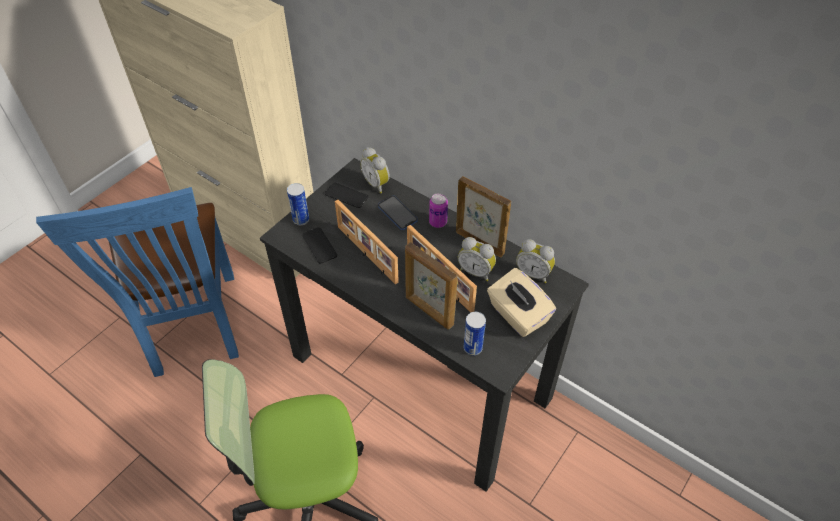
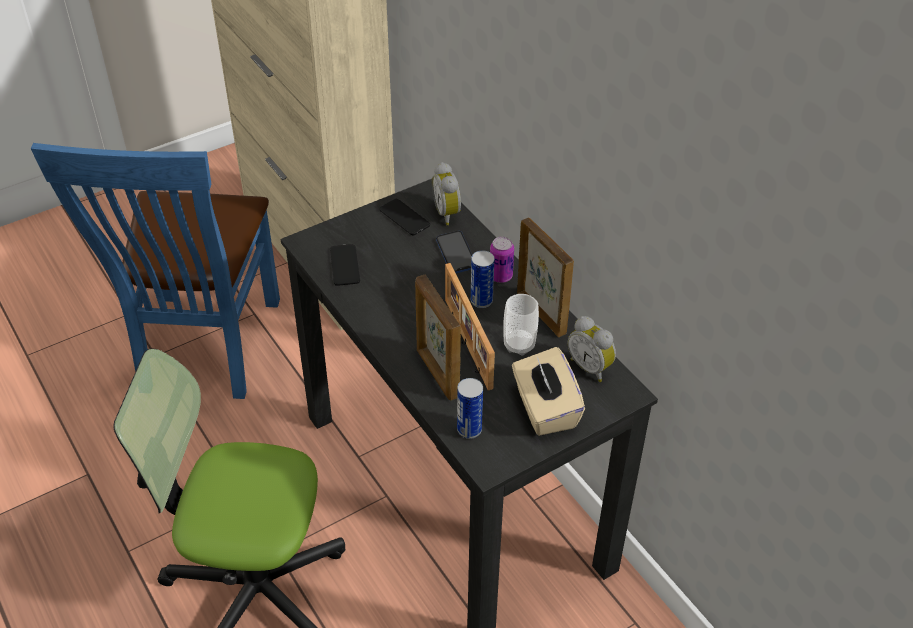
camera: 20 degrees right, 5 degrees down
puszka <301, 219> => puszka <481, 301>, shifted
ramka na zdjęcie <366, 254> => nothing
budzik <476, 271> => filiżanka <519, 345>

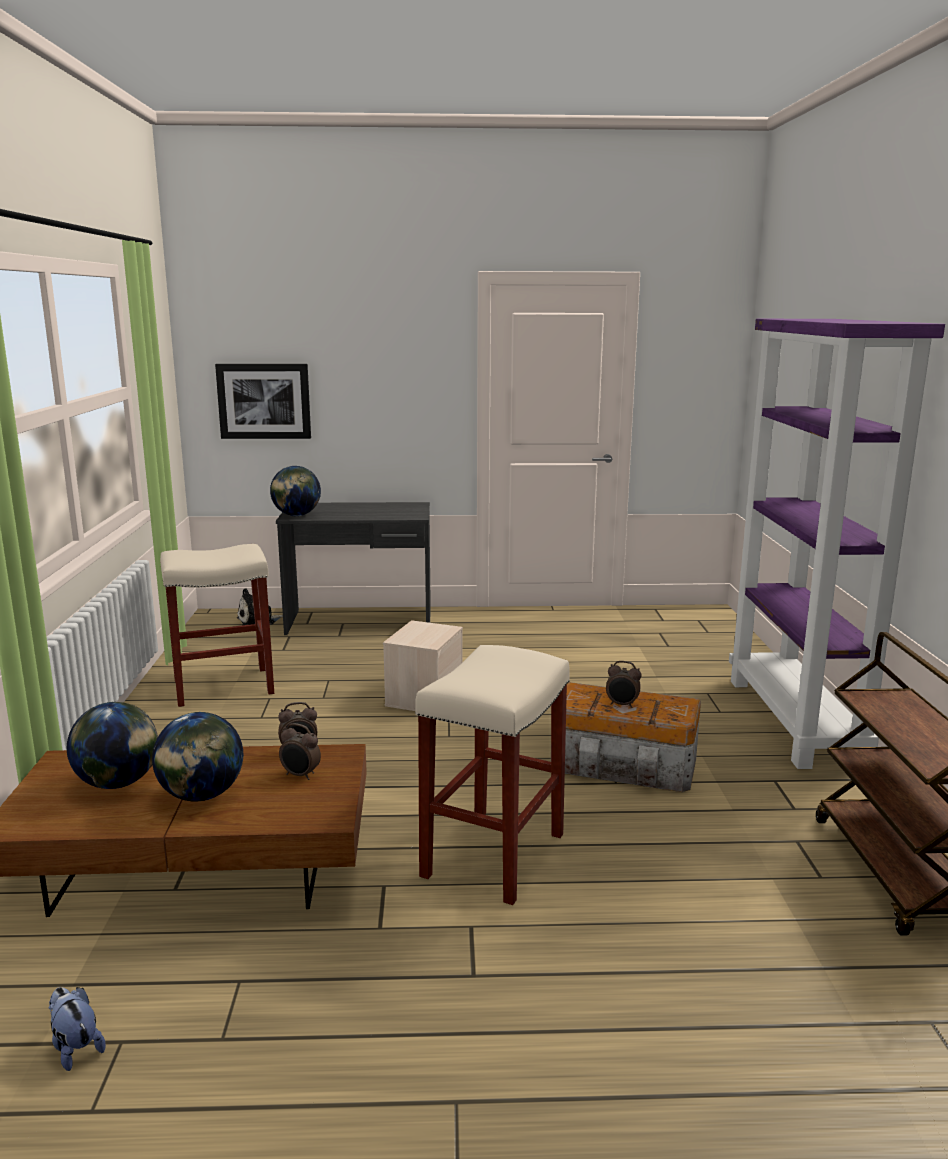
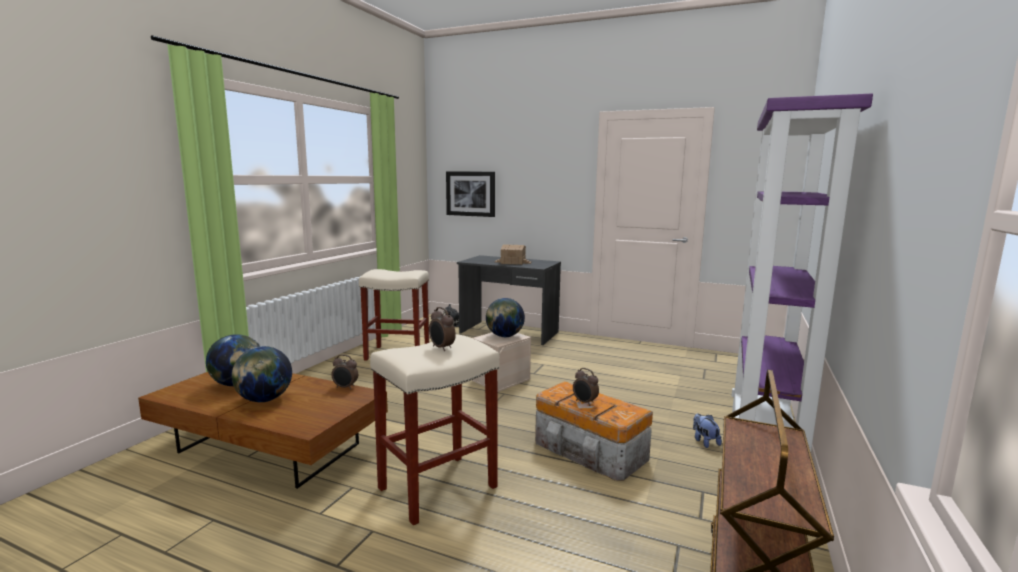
camera: 25 degrees right, 5 degrees down
globus <296, 515> => globus <504, 336>, shifted
budzik <300, 775> => budzik <441, 348>, shifted
pluszak <75, 1047> => pluszak <704, 441>, shifted
nothing => domek <513, 262>

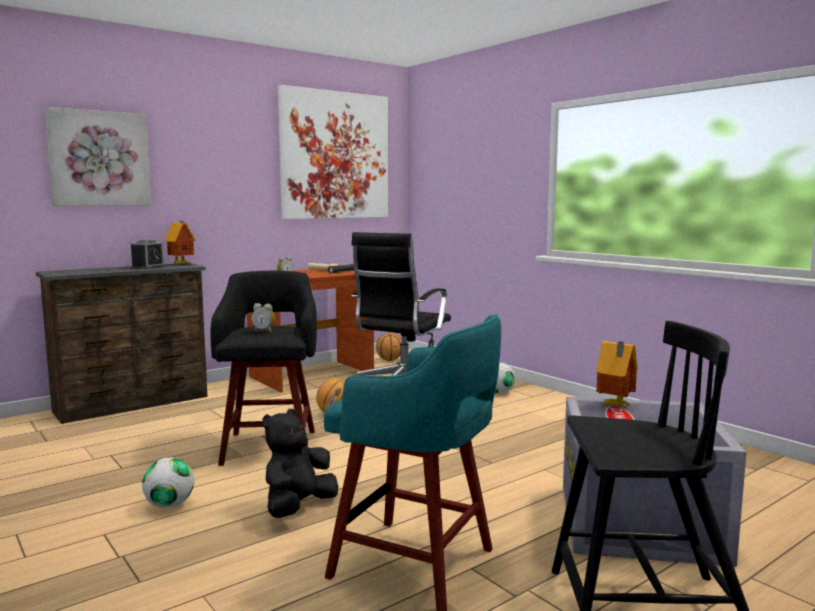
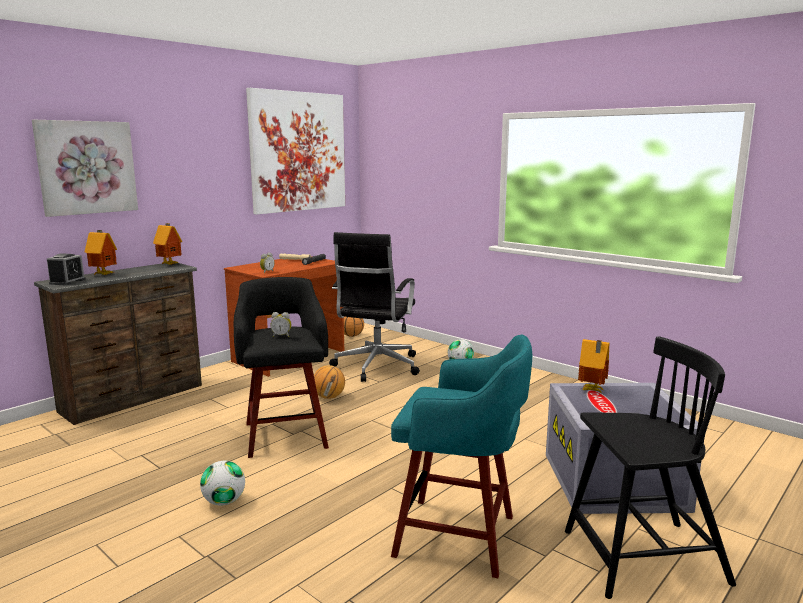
camera: 10 degrees left, 5 degrees up
budzik <148, 267> => budzik <67, 281>, shifted
pluszak (czarny) <298, 507> => nothing
nothing => domek <104, 274>

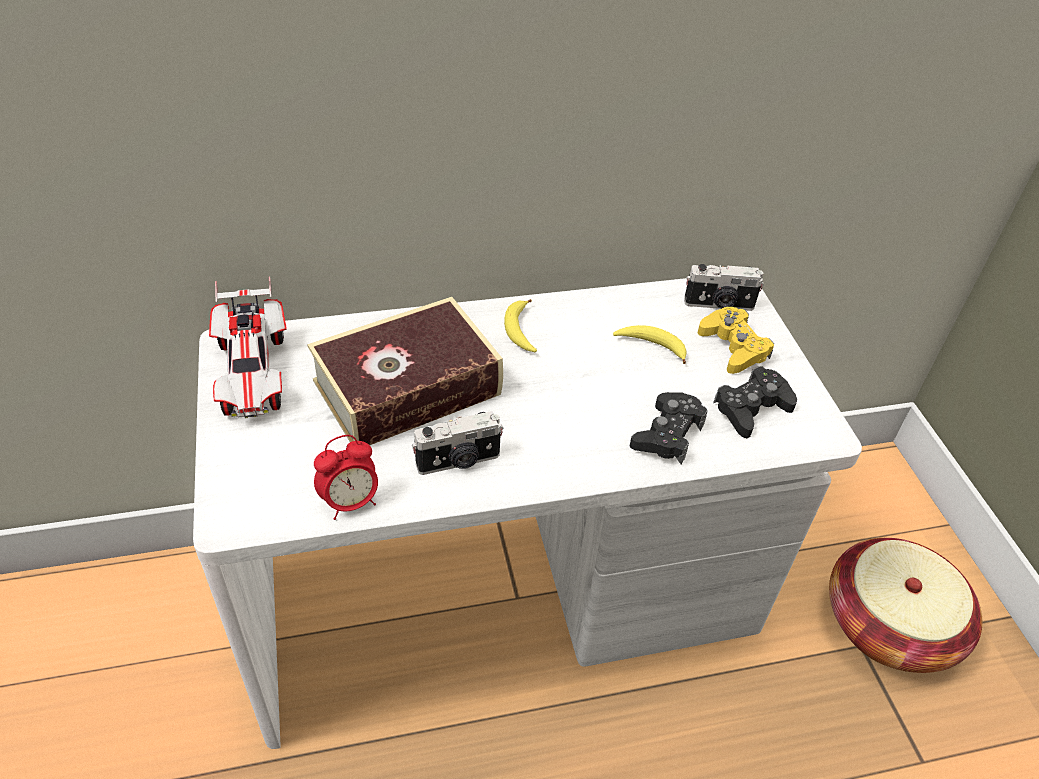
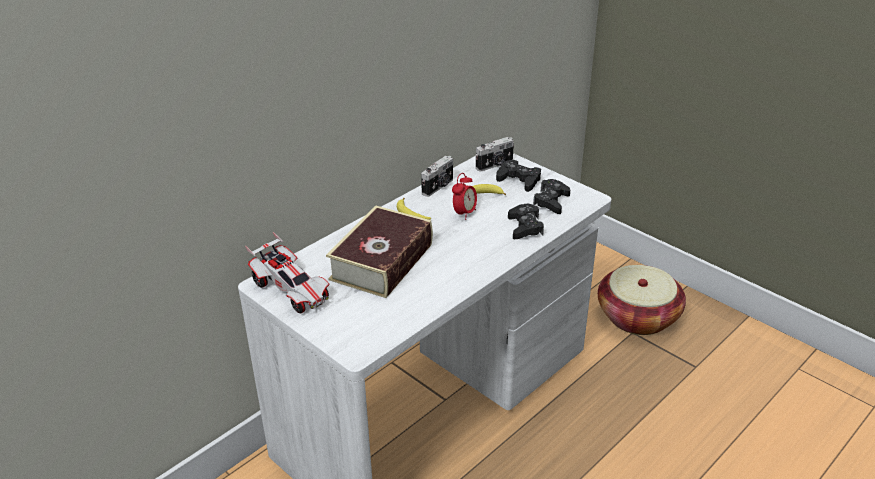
camera: 30 degrees left, 10 degrees down
pad do gier (żółty) <733, 347> => pad do gier (czarny) <519, 180>
aparat fotograficzny <459, 462> => aparat fotograficzny <438, 187>, shifted
budzik <350, 502> => budzik <464, 213>, shifted

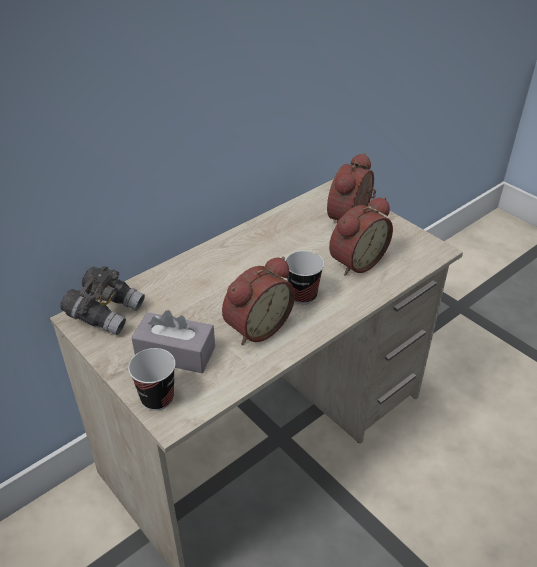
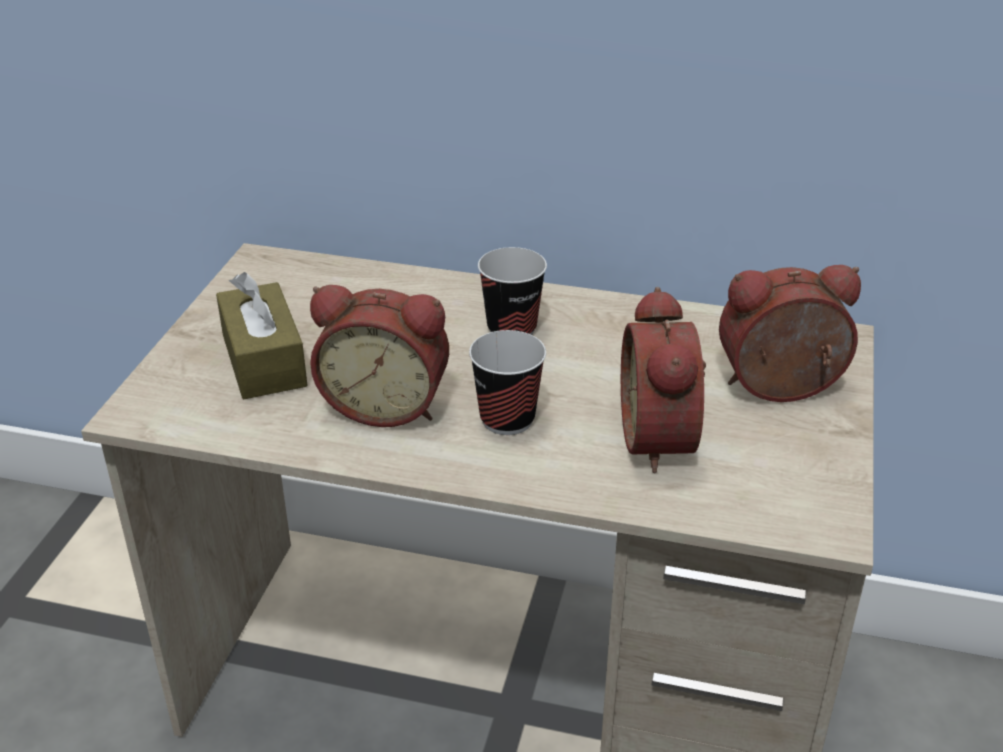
camera: 55 degrees right, 5 degrees down
budzik <355, 261> => budzik <664, 439>, 75 degrees clockwise
lornetka (szary) <106, 312> => nothing
pudełko chusteczek (szary) <175, 353> => pudełko chusteczek (brązowy) <264, 360>
filiżanka <157, 398> => filiżanka <511, 328>, shifted

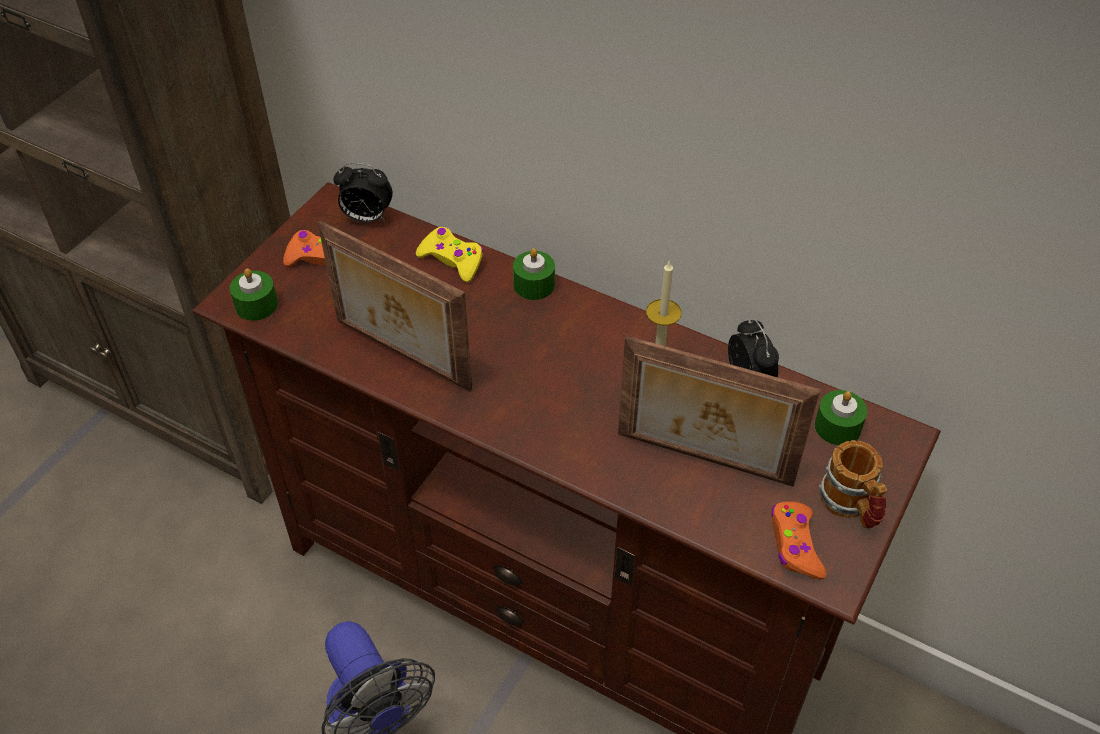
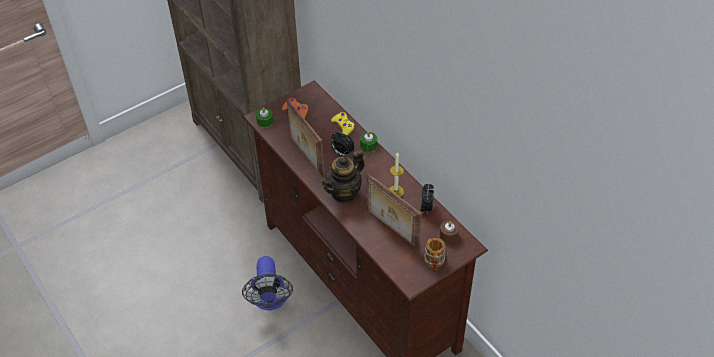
camera: 25 degrees right, 0 degrees up
budzik <366, 218> => budzik <342, 153>, shifted
świeca (zielony) <837, 427> => świeca (brązowy) <448, 235>
pad do gier (pomarańczowy) <795, 545> => nothing
nothing => imbryk <344, 192>

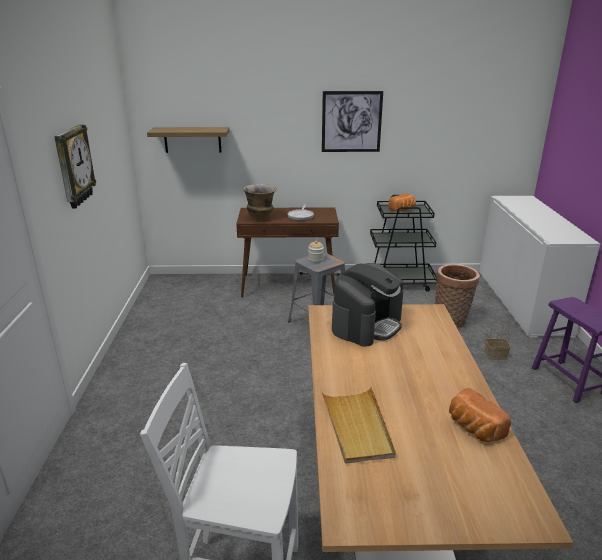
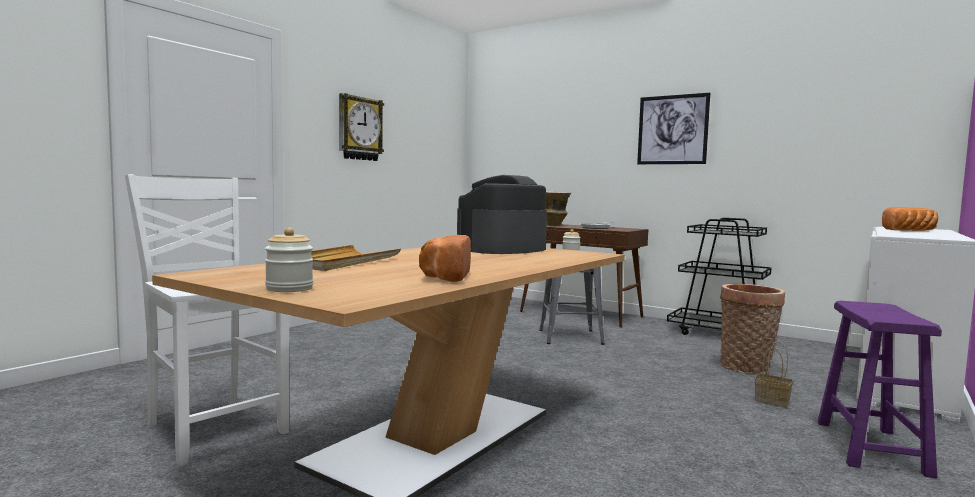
camera: 35 degrees right, 20 degrees down
półka <192, 139> => nothing
chleb <403, 210> => chleb <911, 231>, shifted
ekspres do kawy <367, 325> => ekspres do kawy <502, 249>, 150 degrees clockwise
nothing => słoik <289, 289>

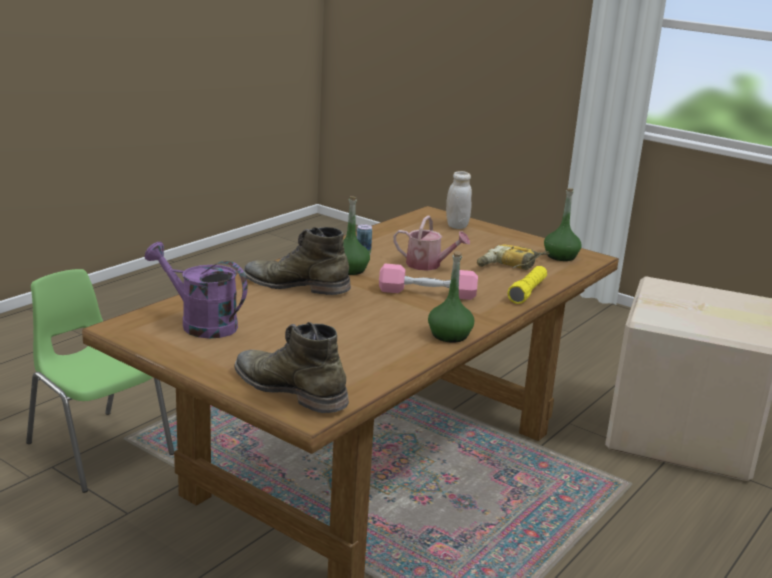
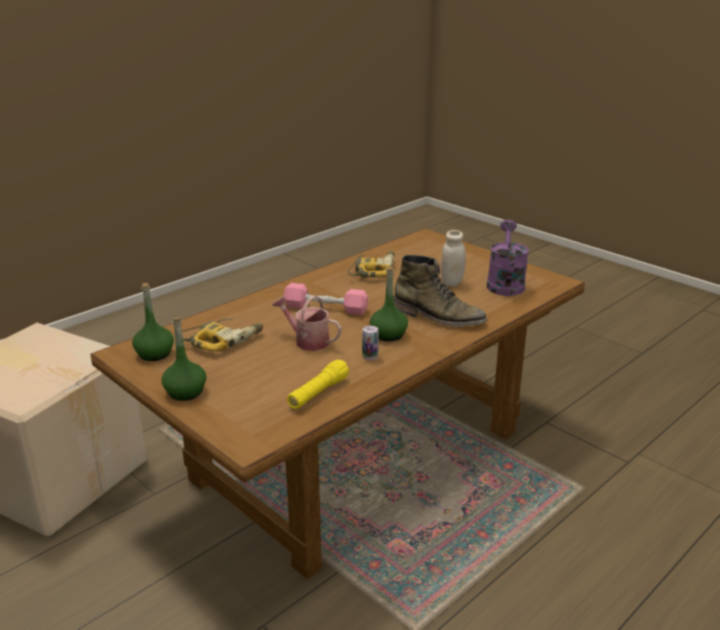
camera: 170 degrees left, 5 degrees up
słoik (biały) <457, 226> => słoik (biały) <451, 282>, shifted
konewka (fioletowy) <200, 324> => konewka (fioletowy) <505, 283>, 120 degrees counterclockwise
butelka (zielony) <450, 335> => butelka (zielony) <185, 392>, shifted
latarka (żółty) <527, 292> => latarka (żółty) <318, 393>, shifted
krzesło (zielony) <98, 448> => nothing
but z cholewką (zielony) <290, 389> => nothing
nothing => wiertarka <373, 270>

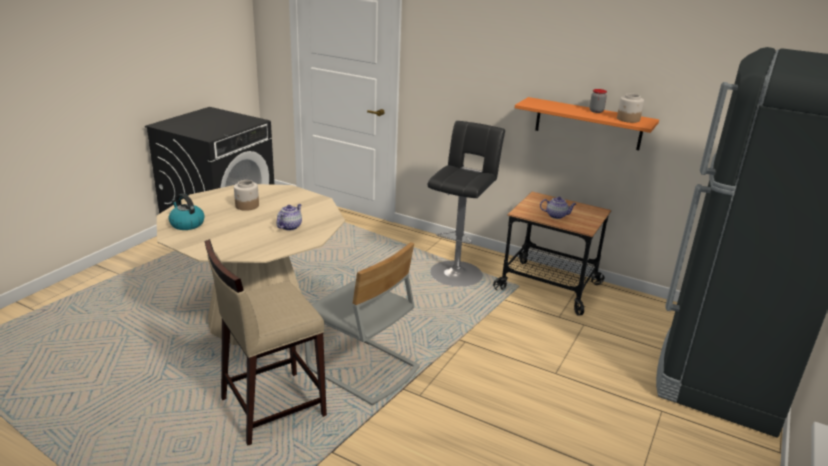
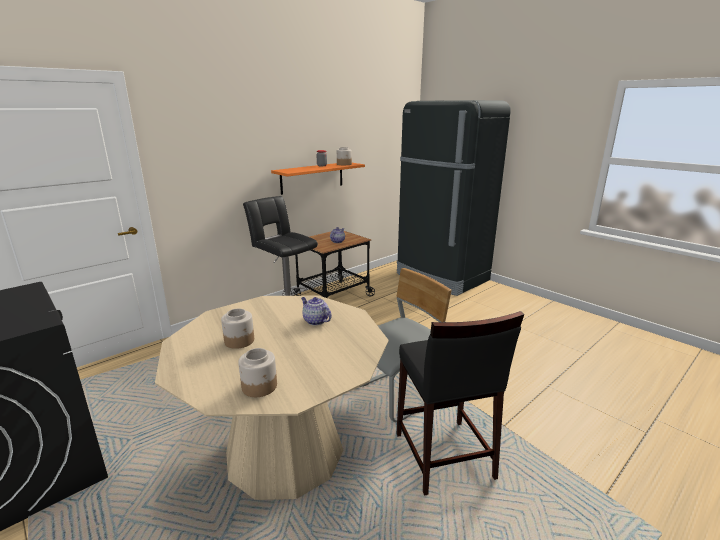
camera: 70 degrees left, 5 degrees down
czajnik <186, 224> => słoik <260, 386>
stołek (beżowy) <271, 407> => stołek (czarny) <443, 456>

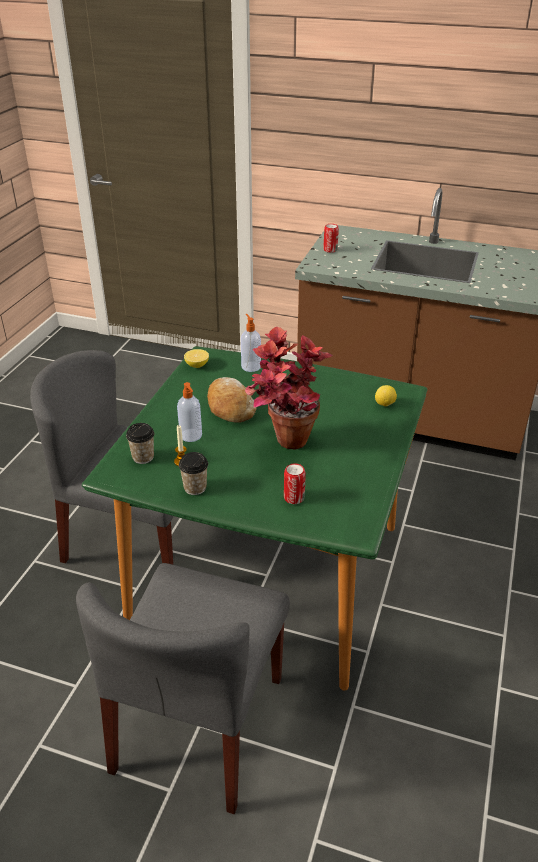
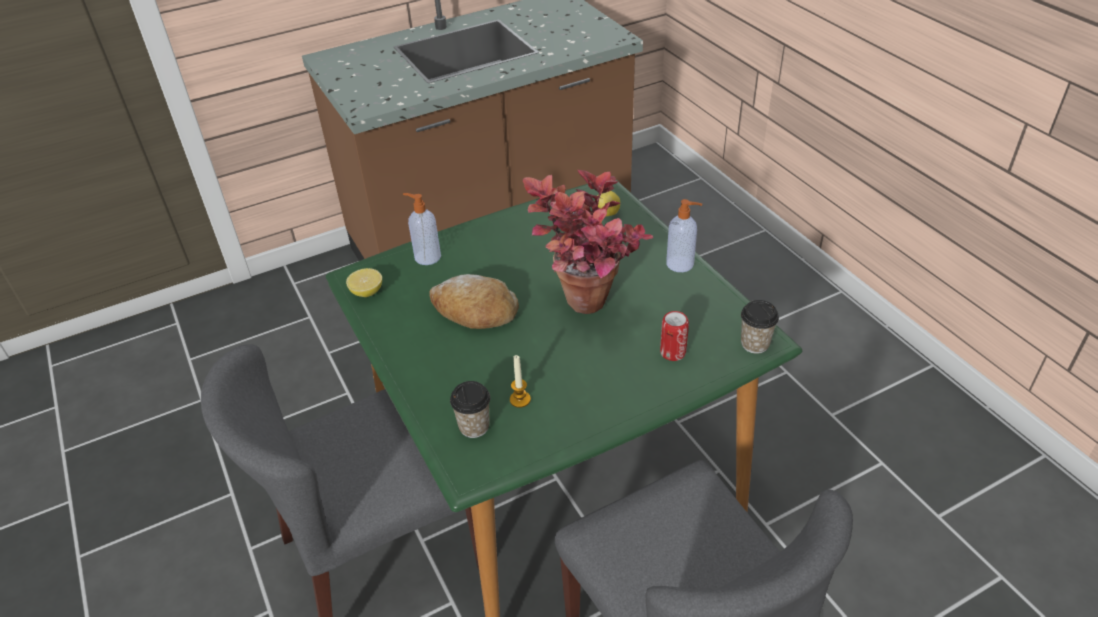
camera: 45 degrees left, 5 degrees up
puszka <330, 250> => nothing
dozownik mydła <191, 436> => dozownik mydła <681, 264>, shifted
filiżanka <195, 488> => filiżanka <755, 344>, shifted

